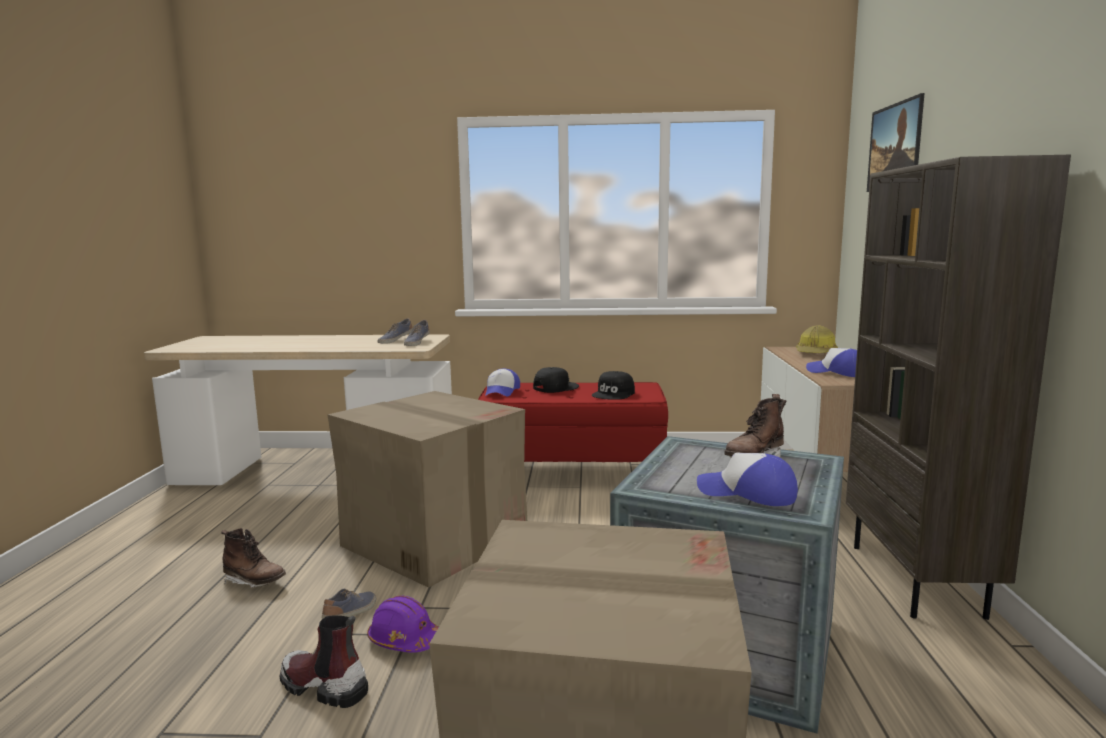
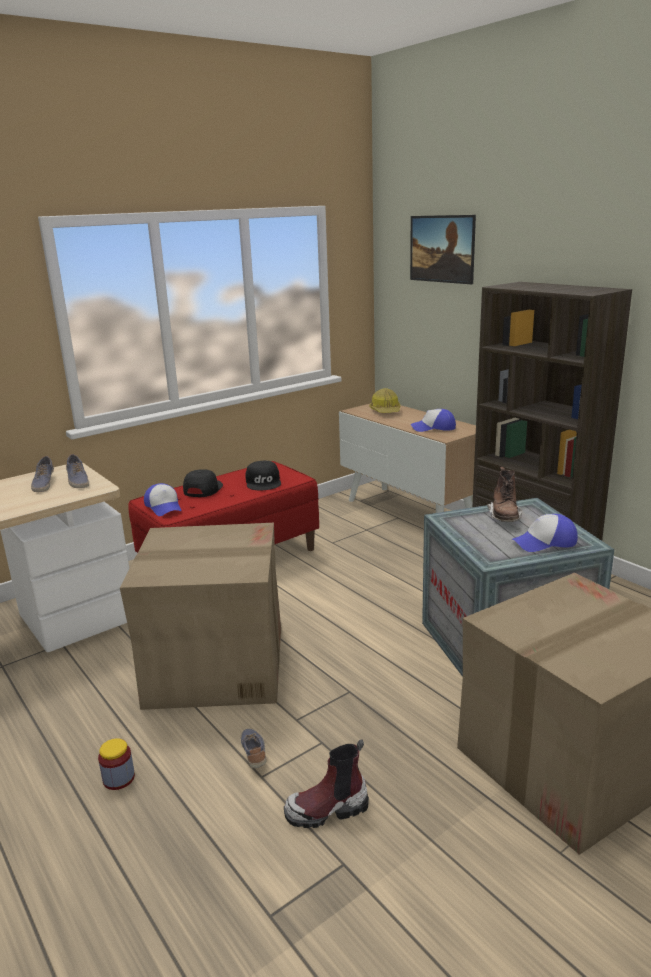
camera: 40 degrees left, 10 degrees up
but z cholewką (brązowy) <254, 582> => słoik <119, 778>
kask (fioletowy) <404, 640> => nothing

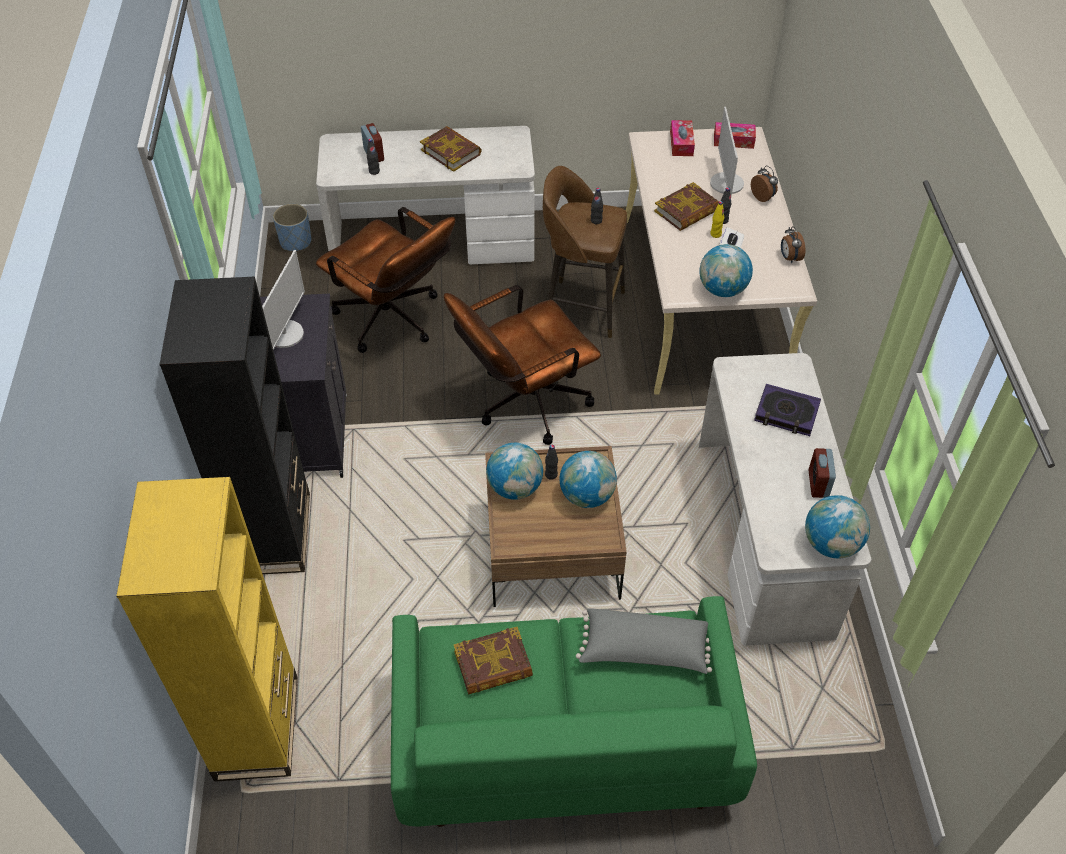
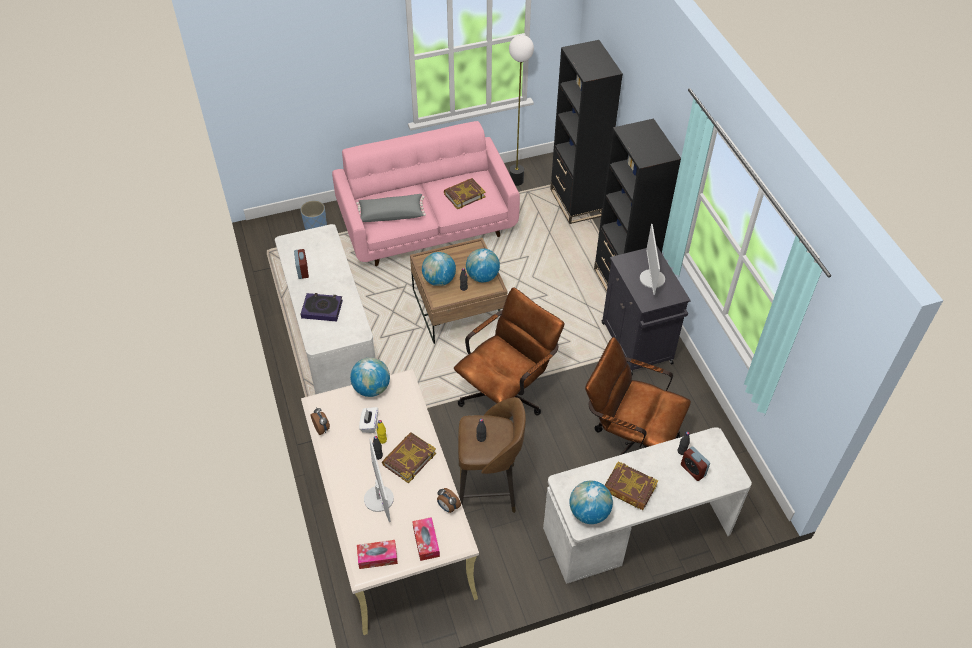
camera: 165 degrees right, 0 degrees up
budzik <763, 197> => budzik <448, 507>, shifted
donica (niebieski) <295, 242> => donica (niebieski) <315, 226>, shifted
regał (żółty) <257, 727> => regał (czarny) <576, 202>
globus <831, 544> => globus <589, 512>, shifted
kanapa (zielony) <563, 740> => kanapa (różowy) <427, 225>
nothing => lampa stojąca <516, 180>

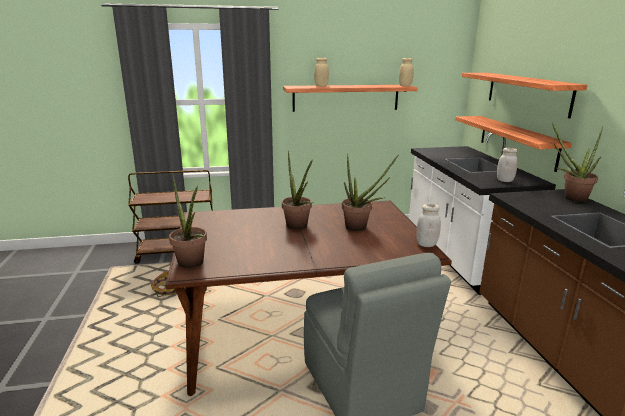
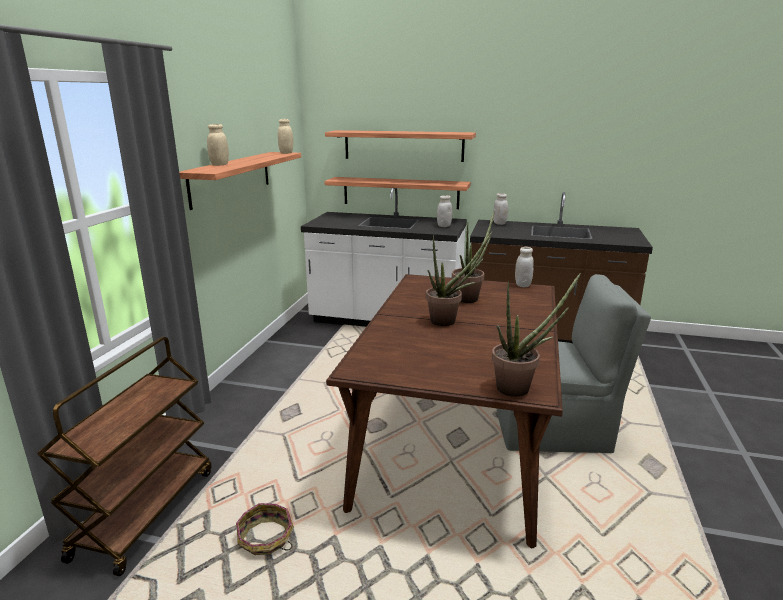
camera: 65 degrees left, 0 degrees up
roślina doniczkowa <570, 198> => słoik (biały) <499, 223>

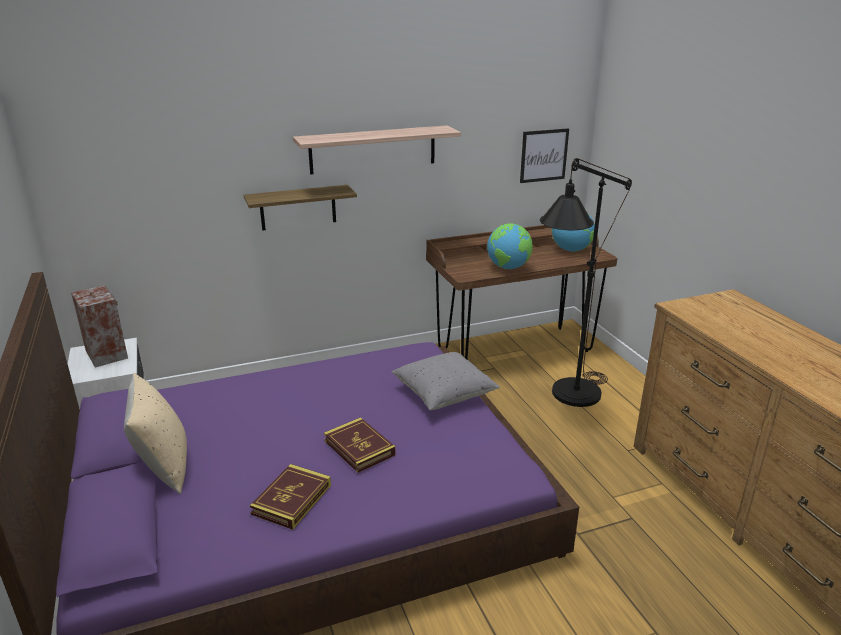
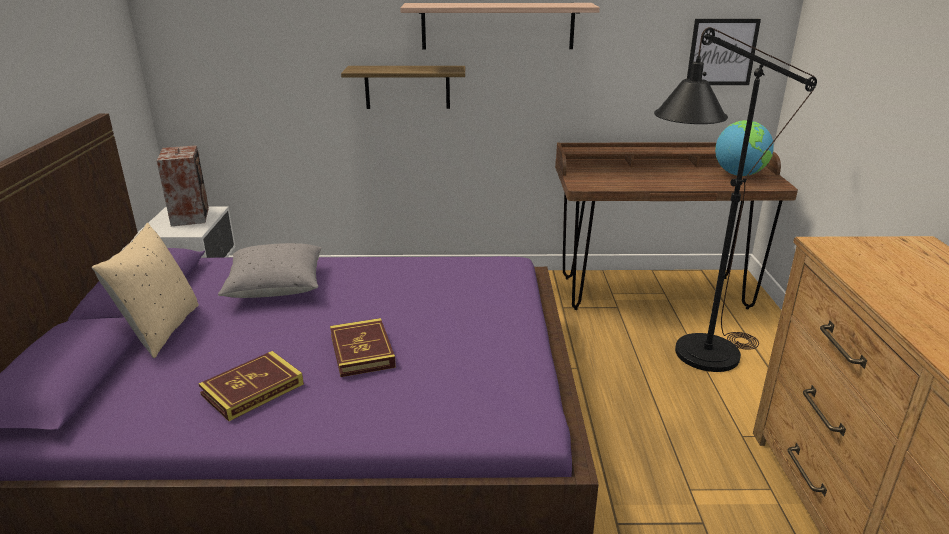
camera: 20 degrees right, 0 degrees up
globus <508, 267> => nothing
poduszka (szary) <444, 394> => poduszka (szary) <276, 287>, shifted

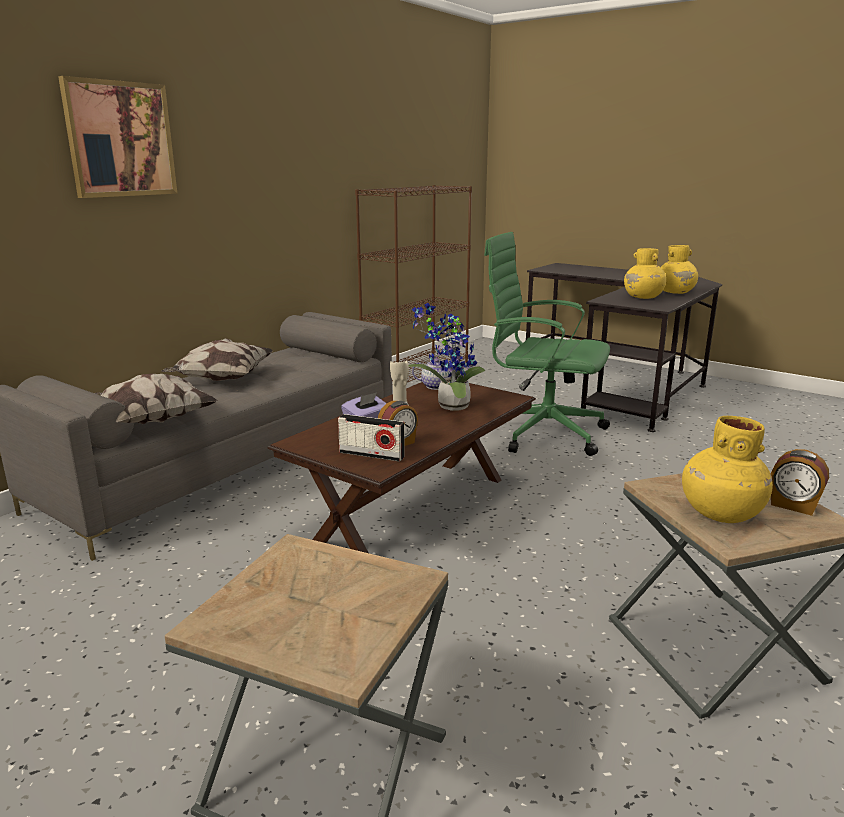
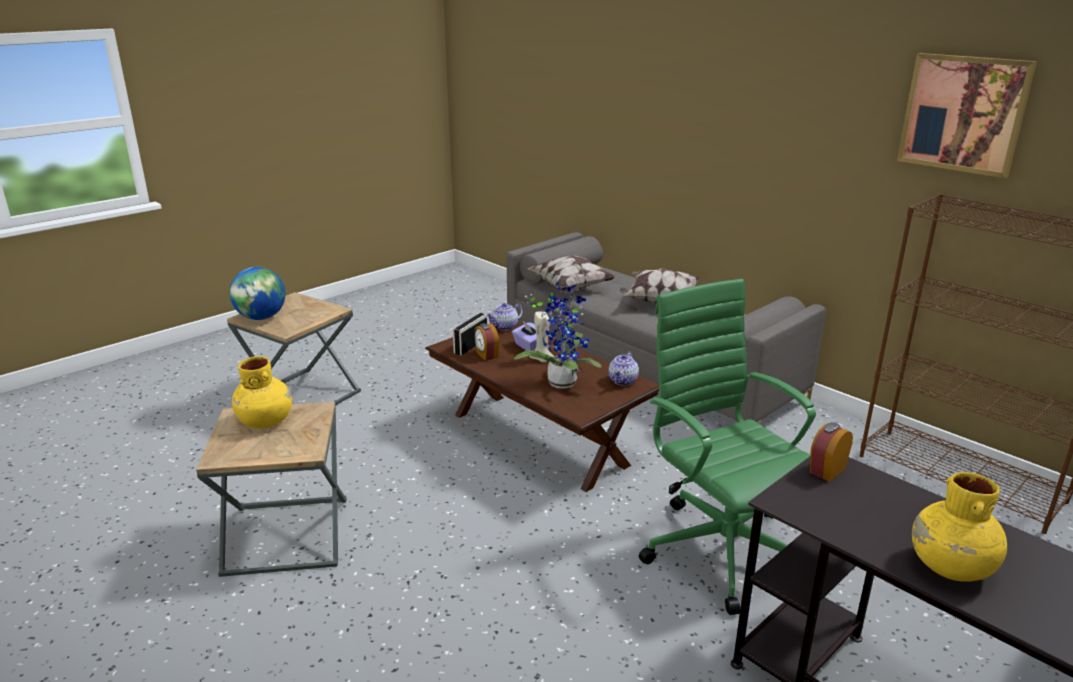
camera: 100 degrees right, 5 degrees up
obraz <120, 139> => obraz <963, 114>, shifted
krzesło biurowe (zielony) <542, 432> => krzesło biurowe (zielony) <722, 548>, 60 degrees counterclockwise
wazon (żółty) <643, 297> => nothing
budzik <793, 506> => budzik <826, 470>, shifted
nothing => globus <261, 317>
nothing => imbryk <505, 327>

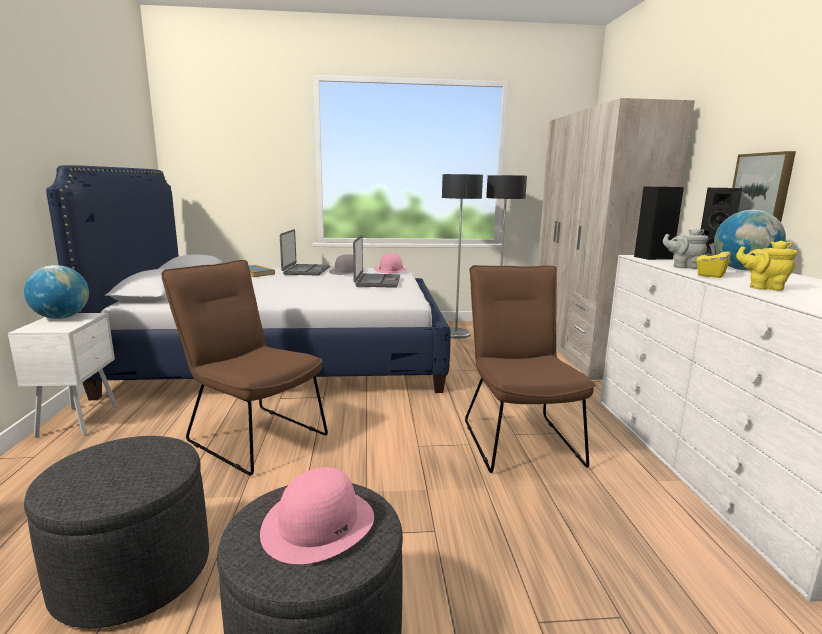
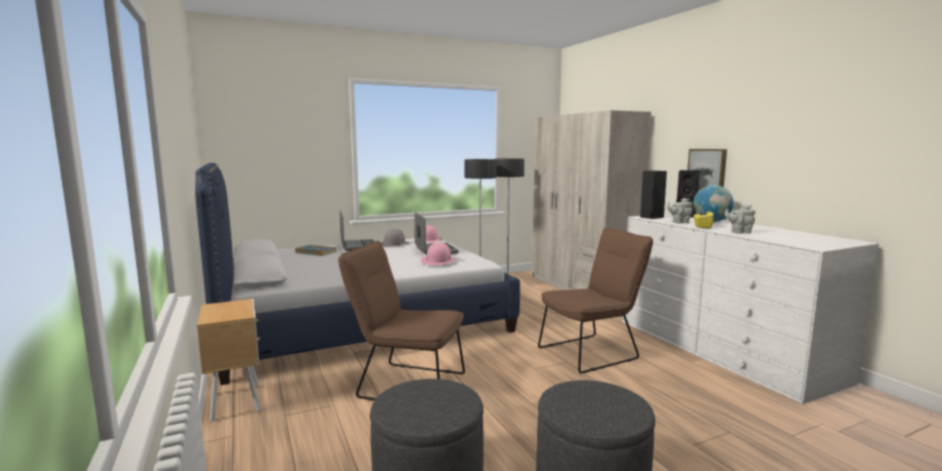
camera: 20 degrees left, 5 degrees down
imbryk (żółty) <762, 287> => imbryk (szary) <739, 232>
globus <61, 317> => nothing
krzesło (brązowy) <518, 438> => krzesło (brązowy) <593, 352>, 90 degrees clockwise
szafka nocna (biały) <80, 420> => szafka nocna (brązowy) <237, 401>
kapelusz (różowy) <318, 523> => kapelusz (różowy) <438, 260>, shifted

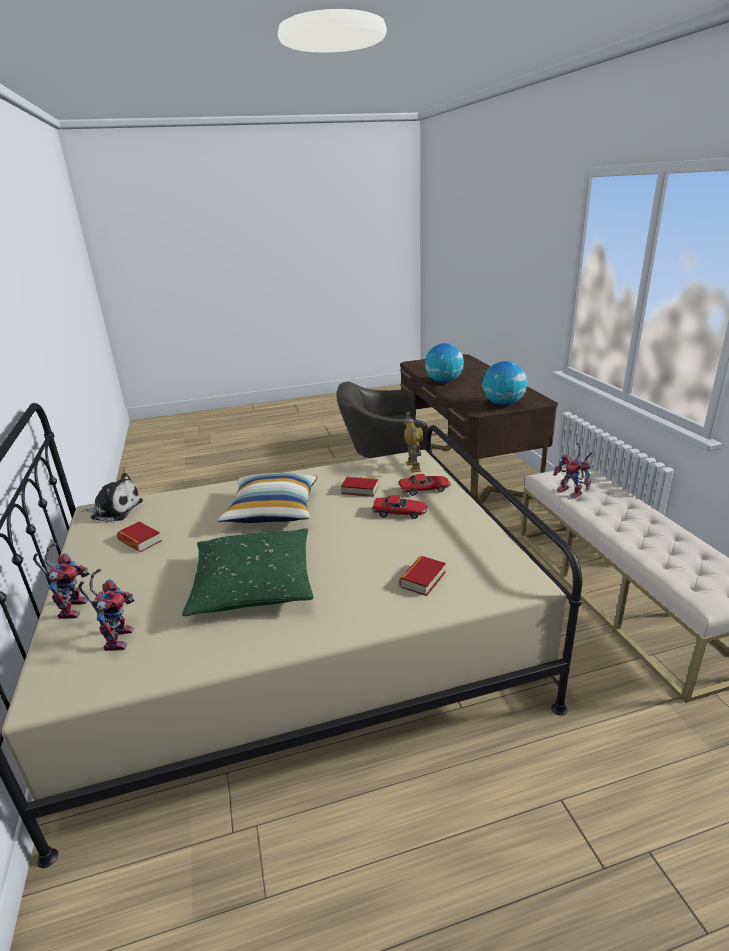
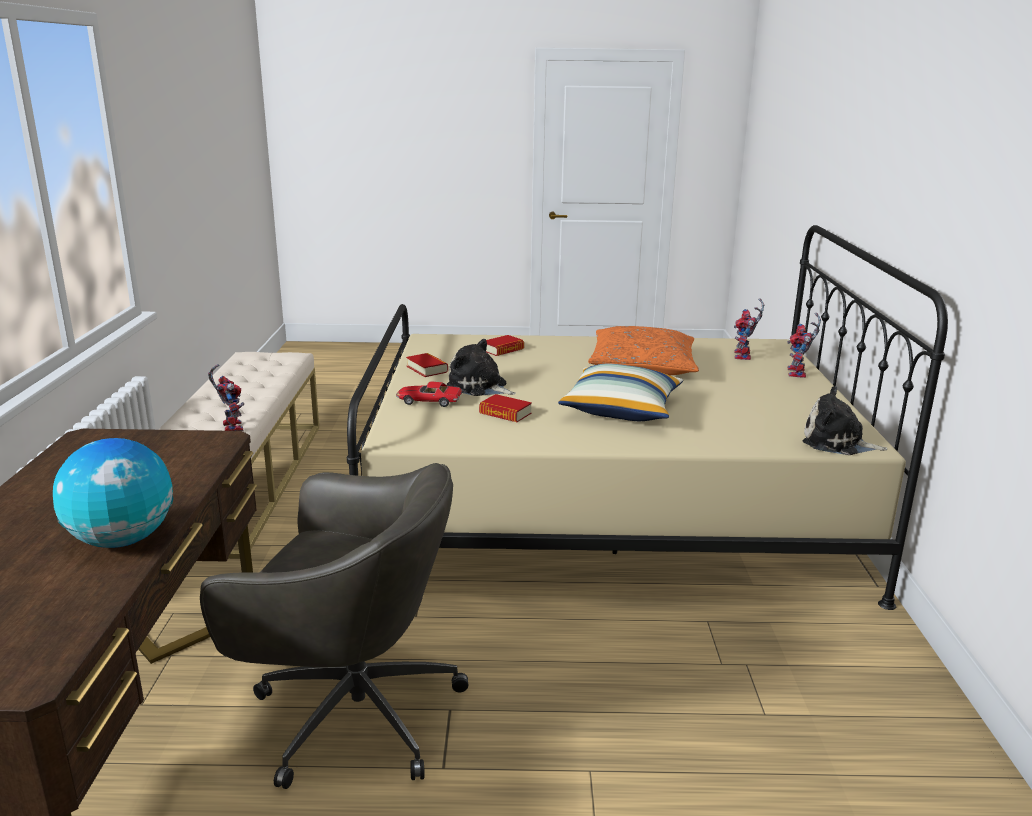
camera: 165 degrees left, 5 degrees down
globus <503, 404> => nothing
robot zabawkowy <413, 466> => nothing
samochodzik <399, 513> => pluszak <479, 387>
książka <140, 541> => książka <427, 369>, shifted
poduszka (zielony) <253, 584> => poduszka (pomarańczowy) <642, 365>

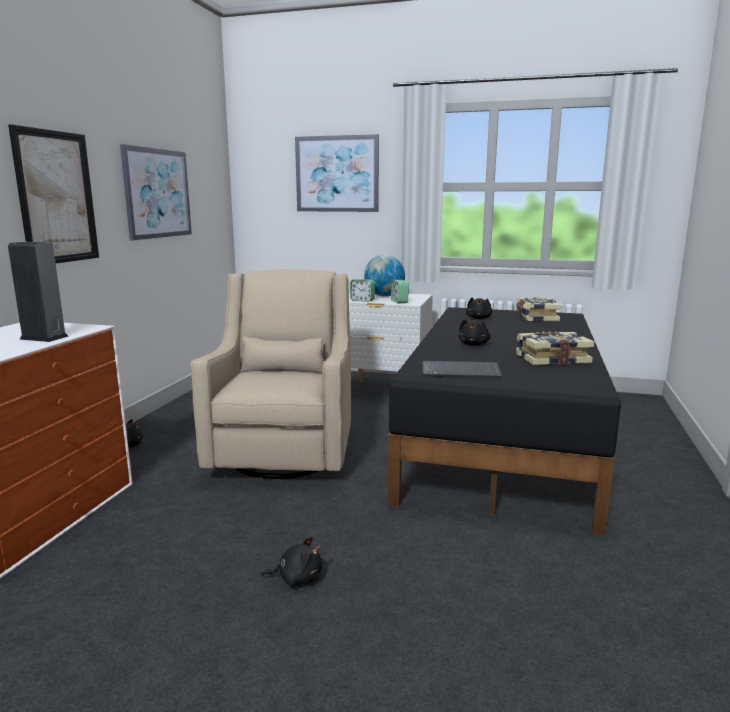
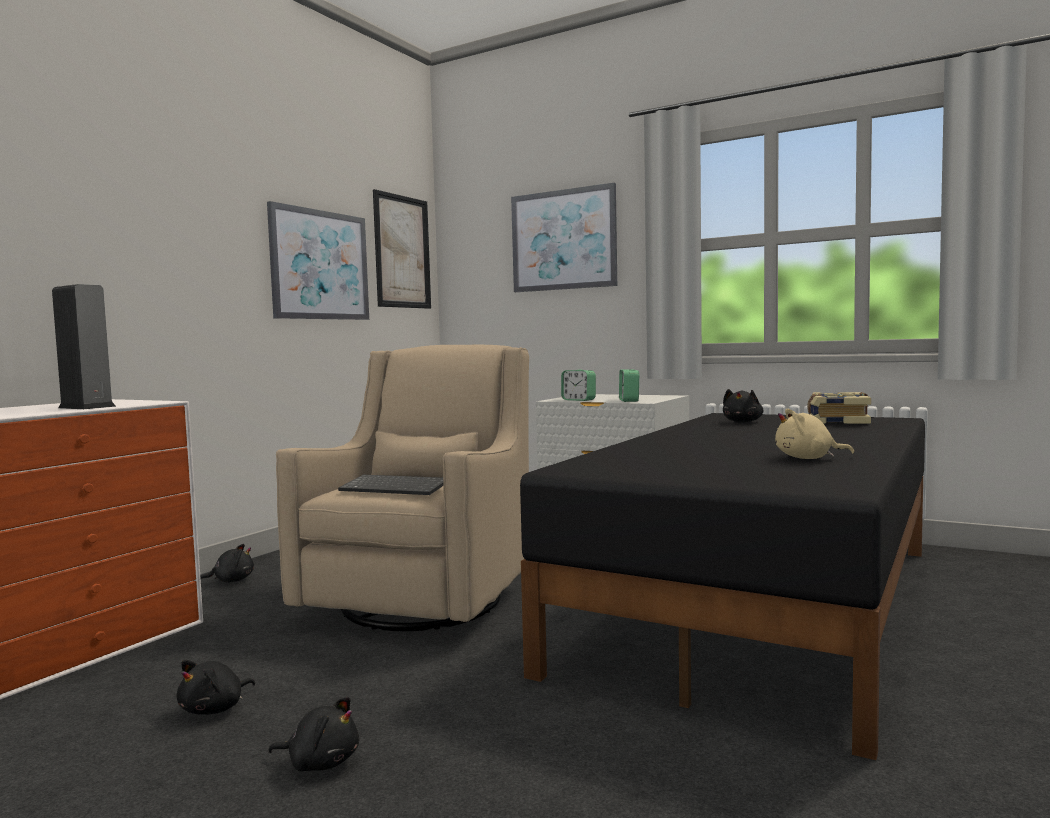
camera: 15 degrees right, 10 degrees down
obraz <57, 197> => obraz <402, 252>, shifted
globus <384, 296> => nothing
pluszak (czarny) <474, 344> => pluszak (czarny) <215, 709>, shifted
książka <551, 359> => pluszak (beżowy) <808, 458>
klawiatura <461, 371> => klawiatura <397, 488>, shifted

